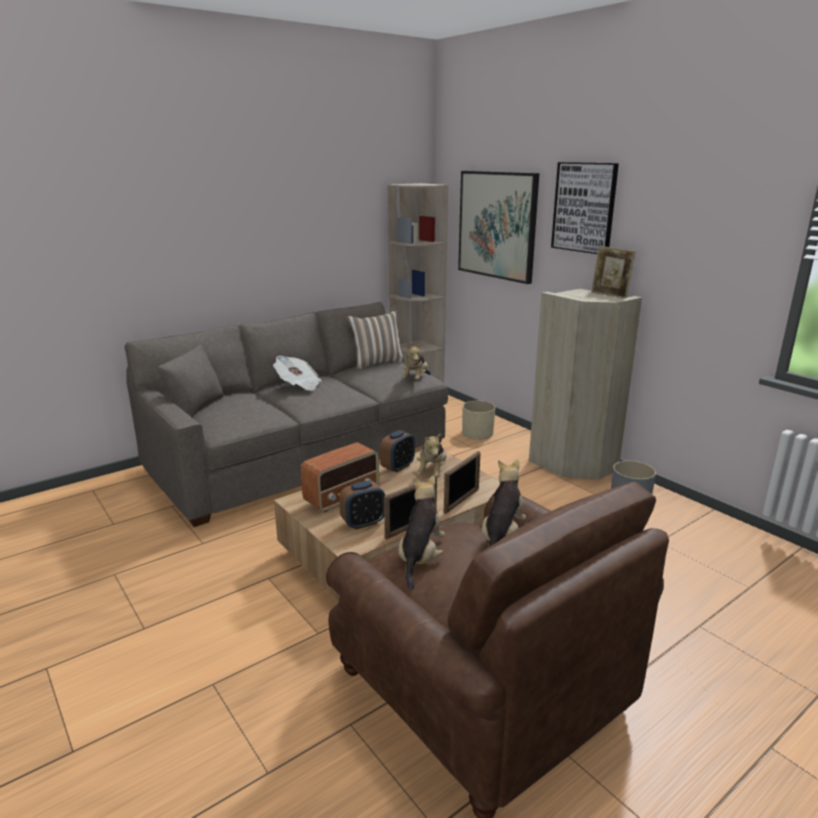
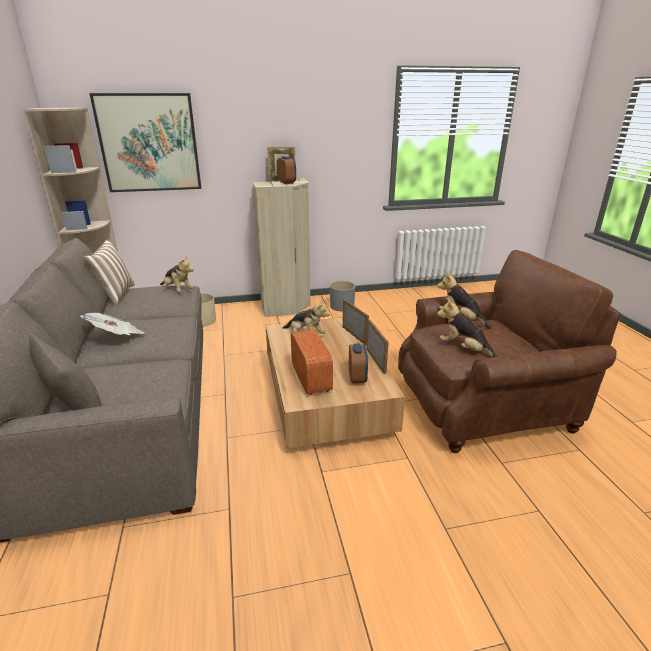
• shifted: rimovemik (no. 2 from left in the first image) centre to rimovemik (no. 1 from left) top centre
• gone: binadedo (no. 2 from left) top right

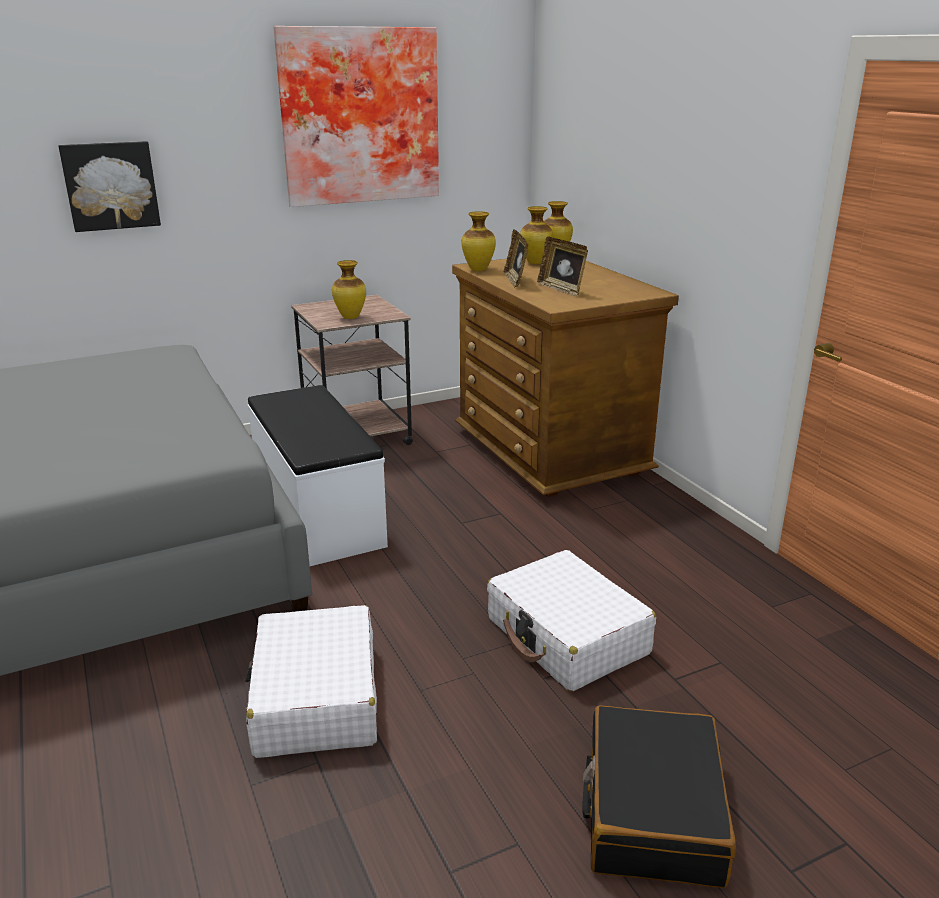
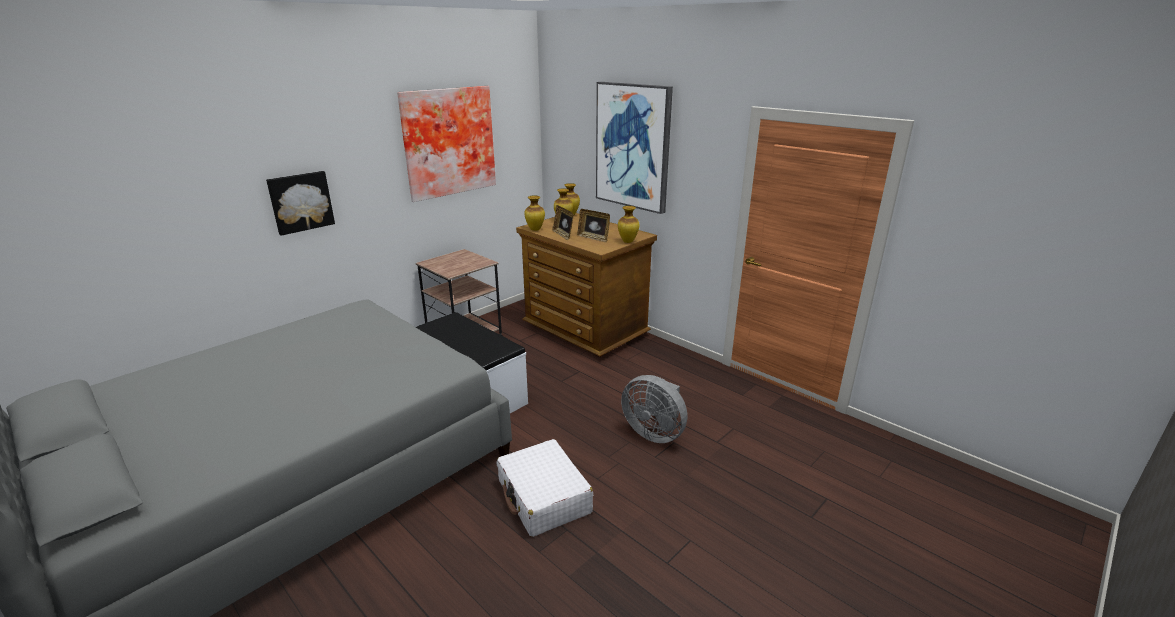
• shifted: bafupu (no. 1 from left in the first image) top centre to bafupu (no. 4 from left) centre
• swapped: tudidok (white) (no. 2 from left) bottom centre to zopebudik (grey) centre
• gone: tudidok (black) bottom right
• new: binadedo (no. 3 from left) top centre

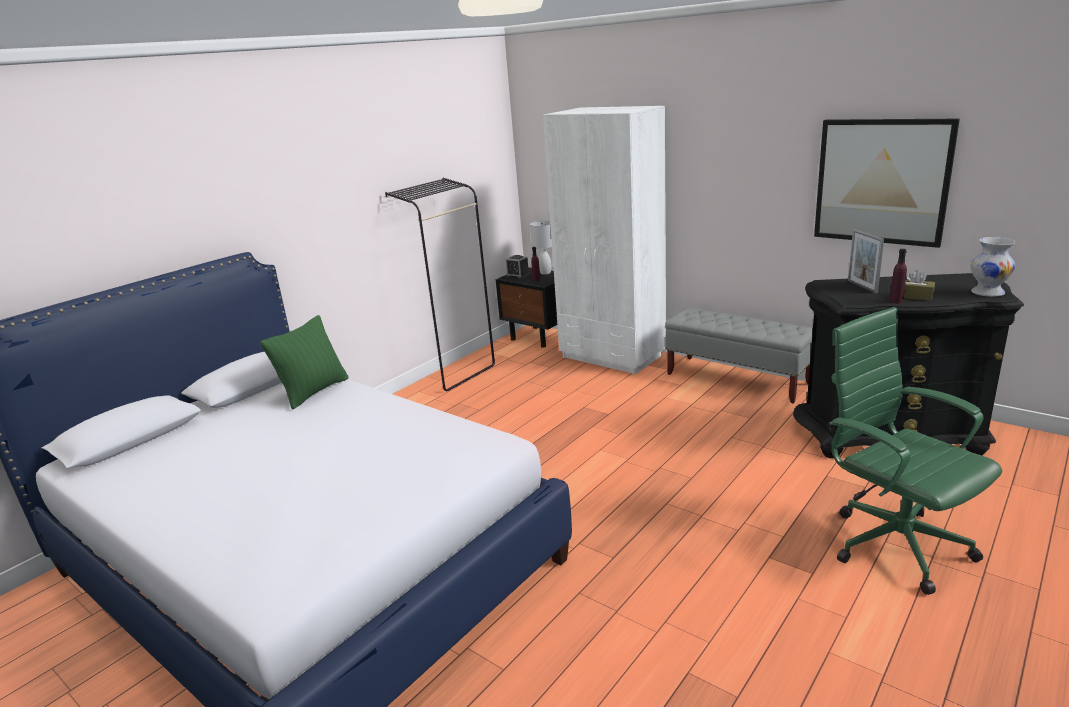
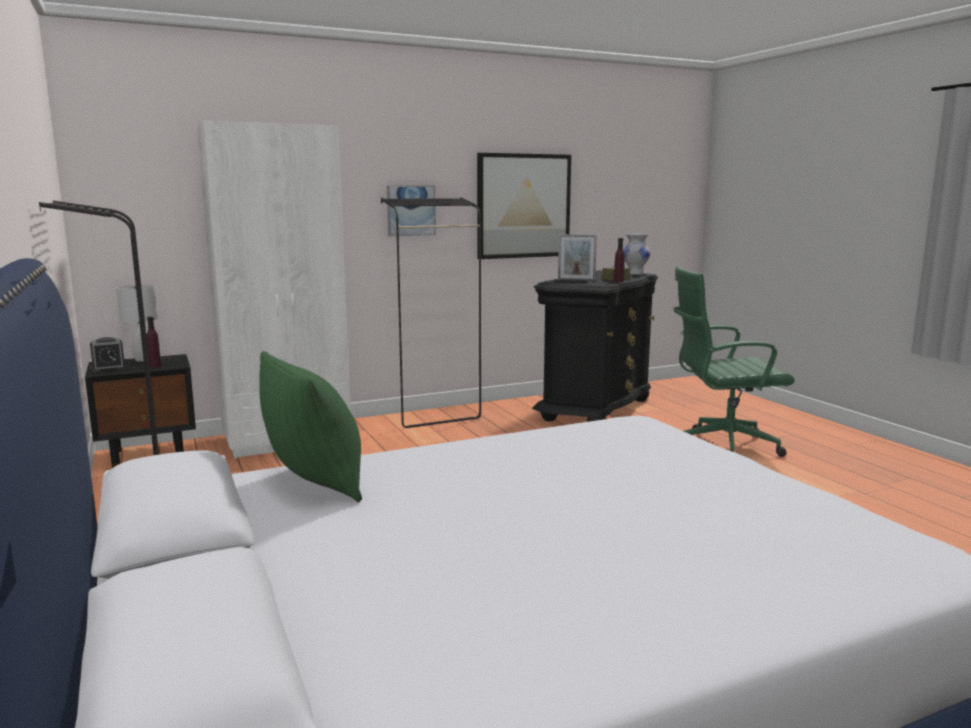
• swapped: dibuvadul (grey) middle right to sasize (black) (no. 2 from left) centre
• new: binadedo (no. 1 from left) top centre

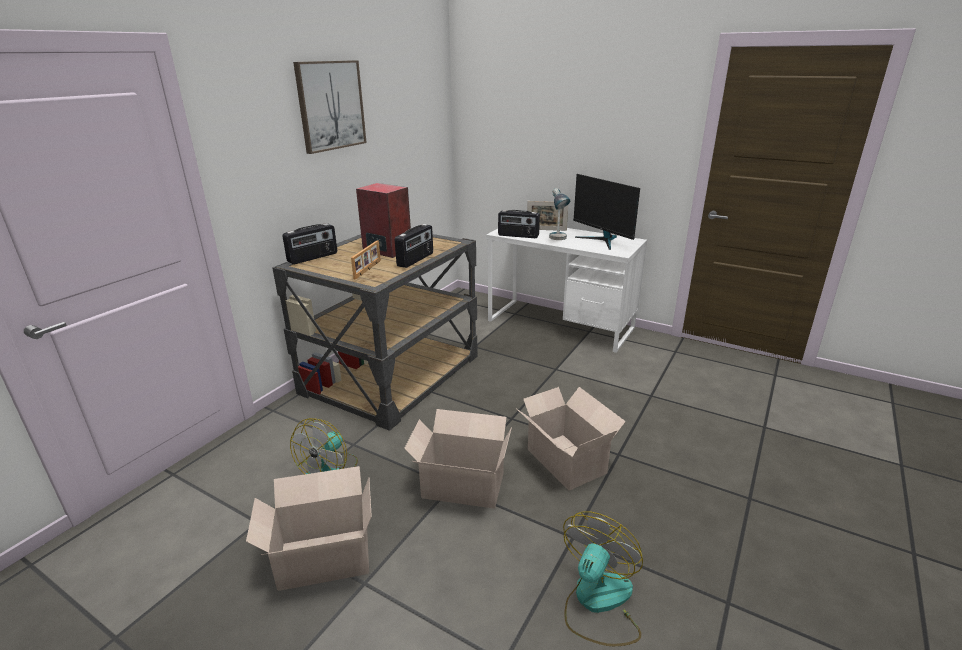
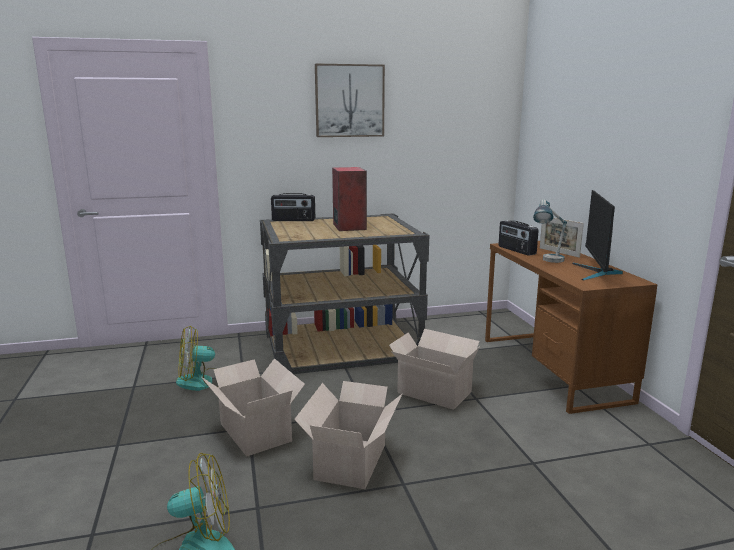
• shifted: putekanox (no. 1 from left in the first image) bottom left to putekanox (no. 3 from left) bottom centre
• gone: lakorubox (no. 1 from left) centre
• gone: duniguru (no. 2 from left) centre
• repainted: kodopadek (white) centre to kodopadek (brown) middle right

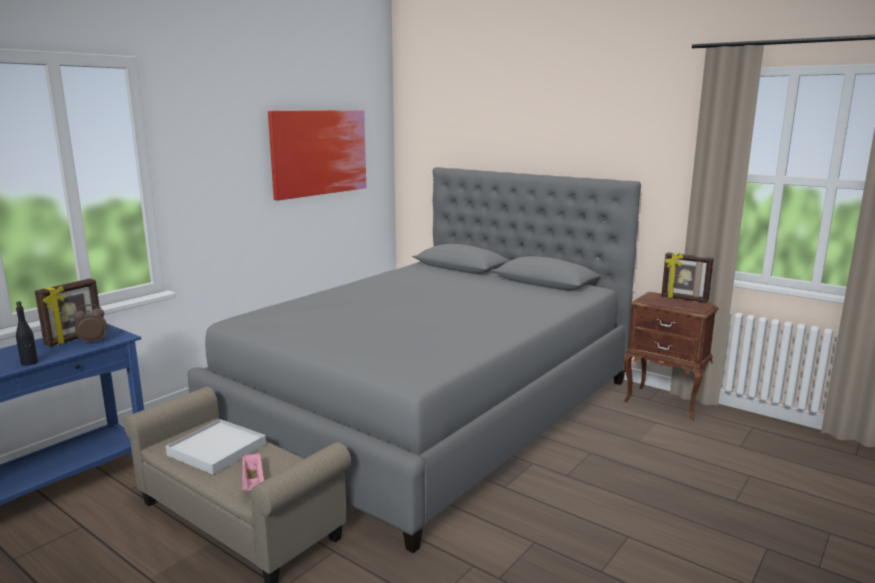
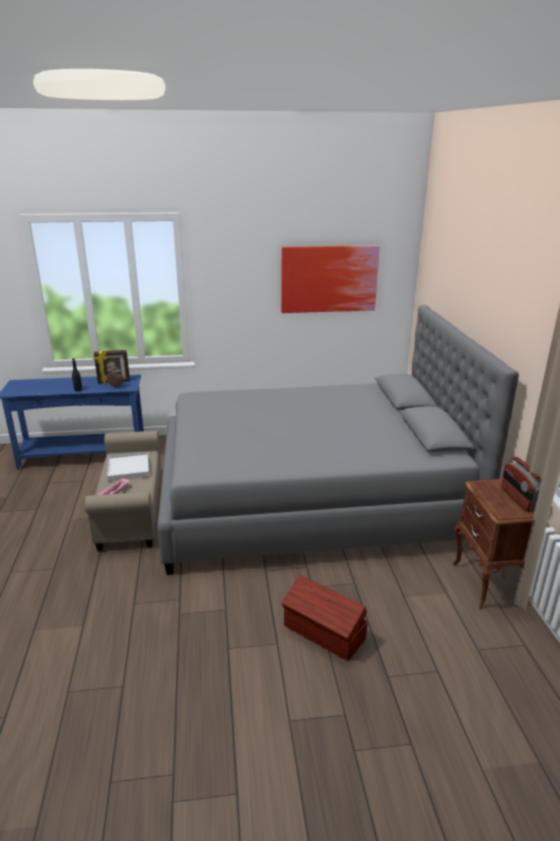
• swapped: lakorubox (no. 2 from left) middle right to duniguru middle right
• new: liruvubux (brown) bottom centre

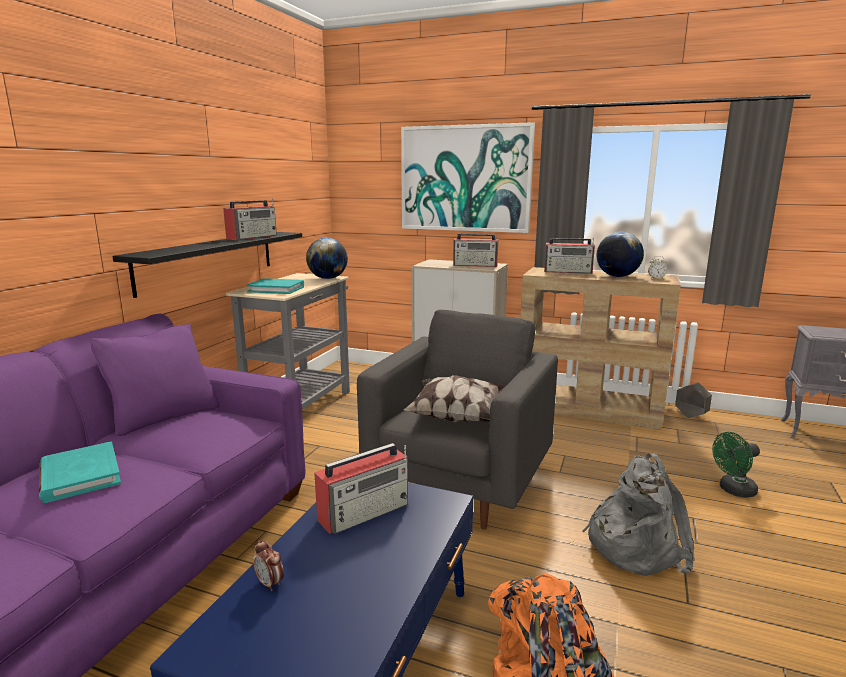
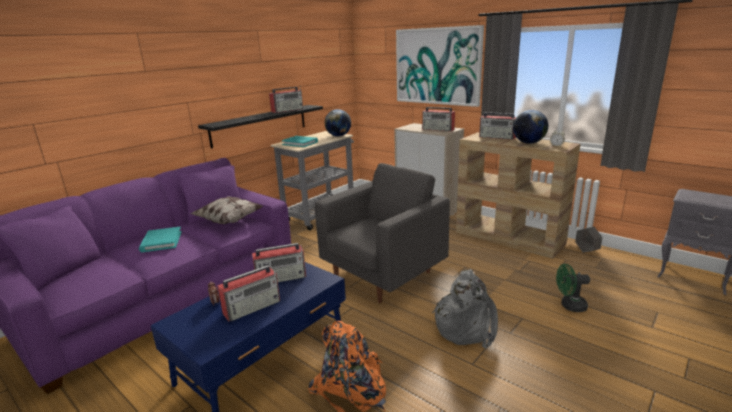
• shifted: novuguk centre to middle left
• new: duniguru (no. 1 from left) bottom centre

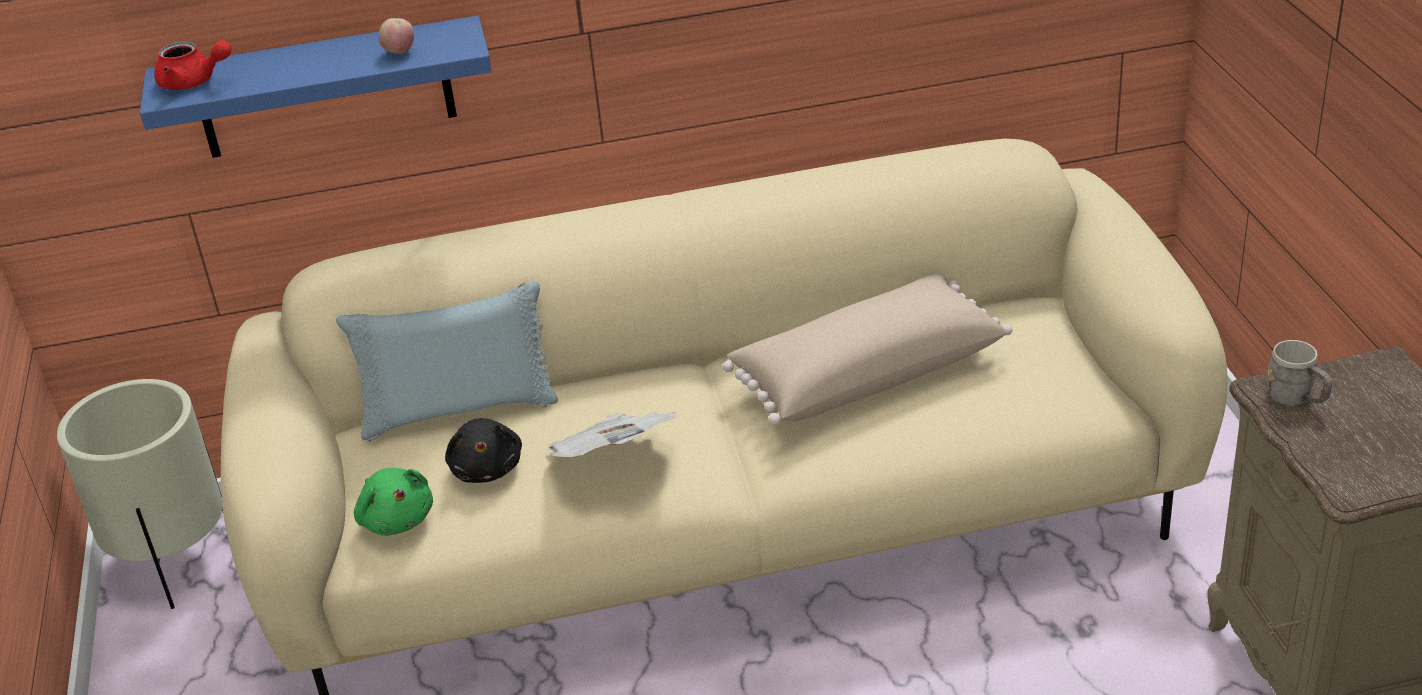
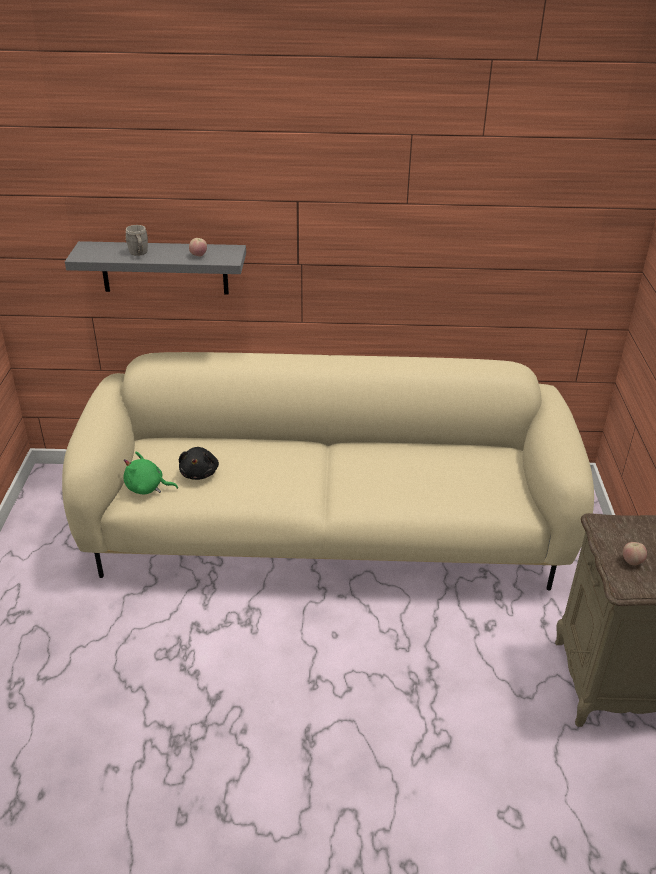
• gone: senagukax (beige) bottom left
• repainted: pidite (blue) top left to pidite (grey) top left
• gone: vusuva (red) top left
• gone: novuguk (blue) middle left
• rotated: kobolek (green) bottom left = middle left 120 degrees clockwise
• gone: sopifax centre
• gone: novuguk (beige) centre
• shifted: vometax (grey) middle right to top left
• new: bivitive (no. 2 from left) middle right

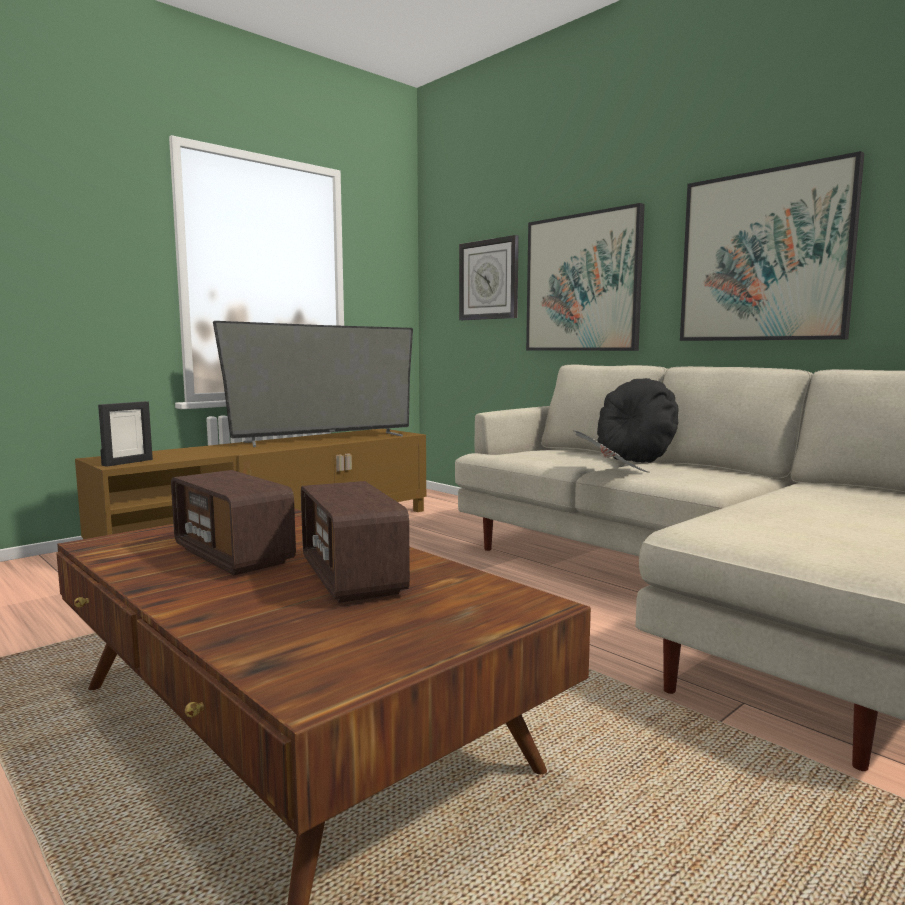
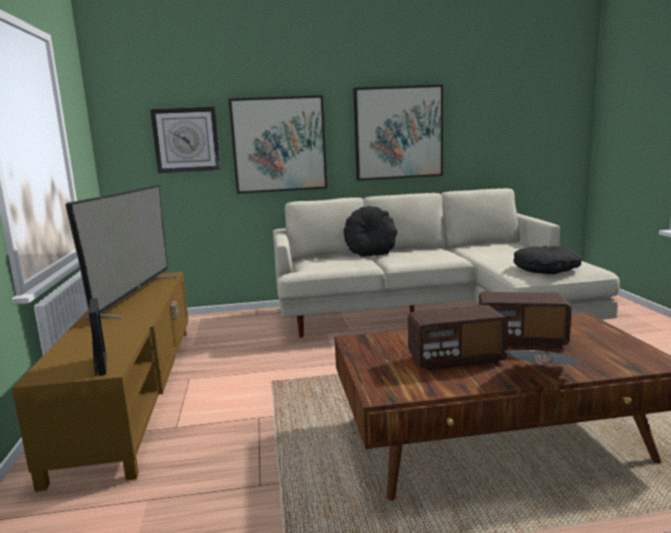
• shifted: sopifax middle right to bottom right
• new: novuguk (black) (no. 2 from left) middle right

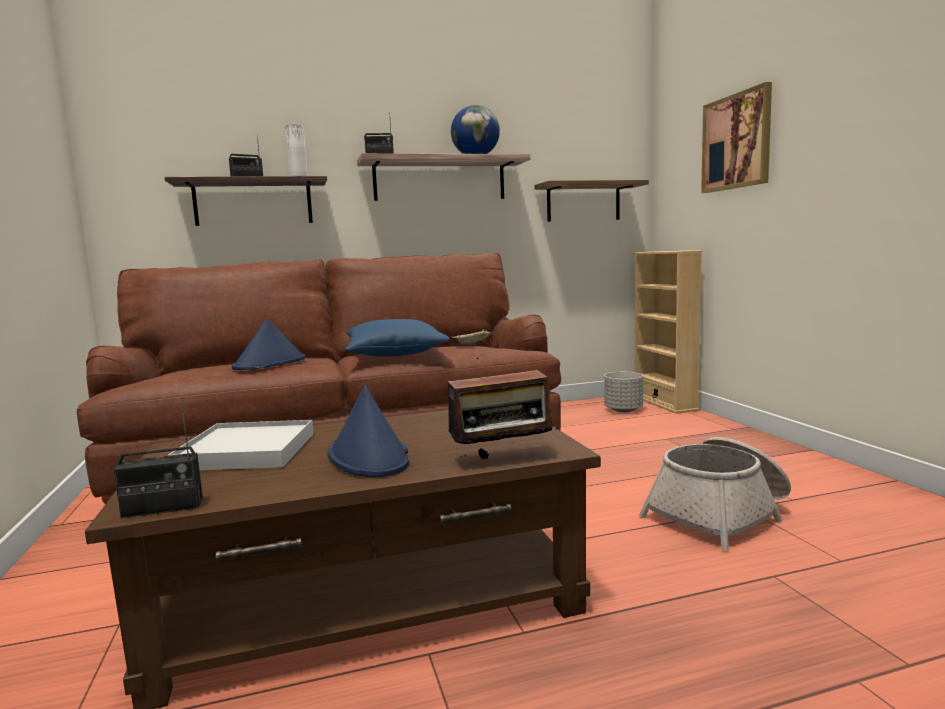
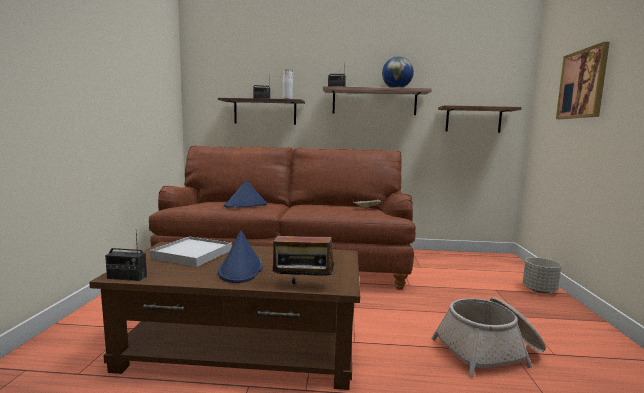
• gone: novuguk (blue) centre
• shifted: senagukax (grey) centre to bottom right
• gone: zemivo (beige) middle right

